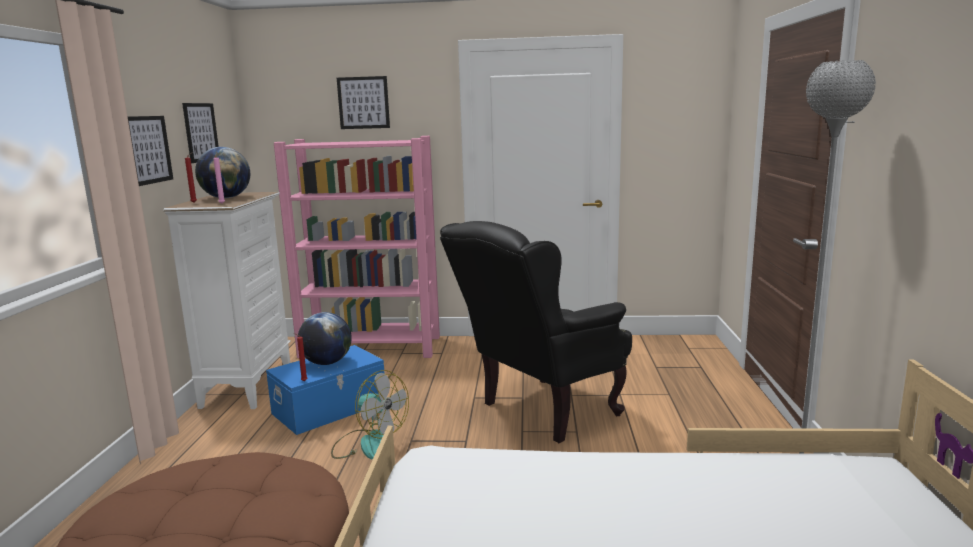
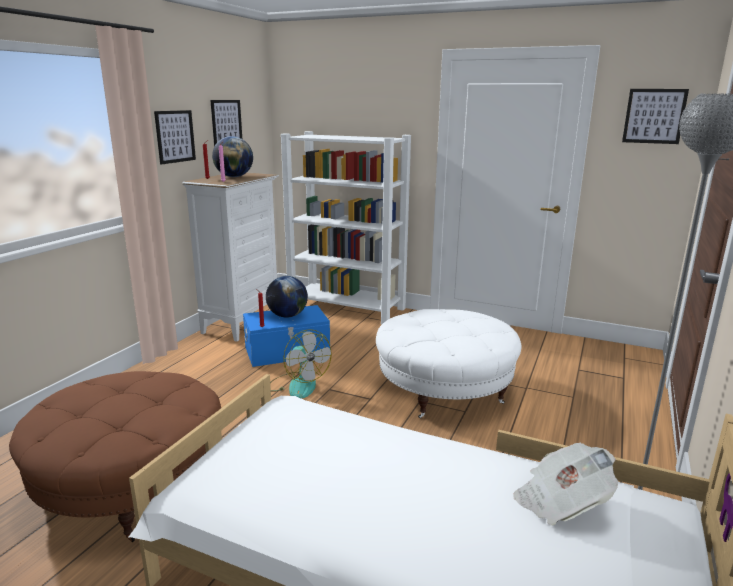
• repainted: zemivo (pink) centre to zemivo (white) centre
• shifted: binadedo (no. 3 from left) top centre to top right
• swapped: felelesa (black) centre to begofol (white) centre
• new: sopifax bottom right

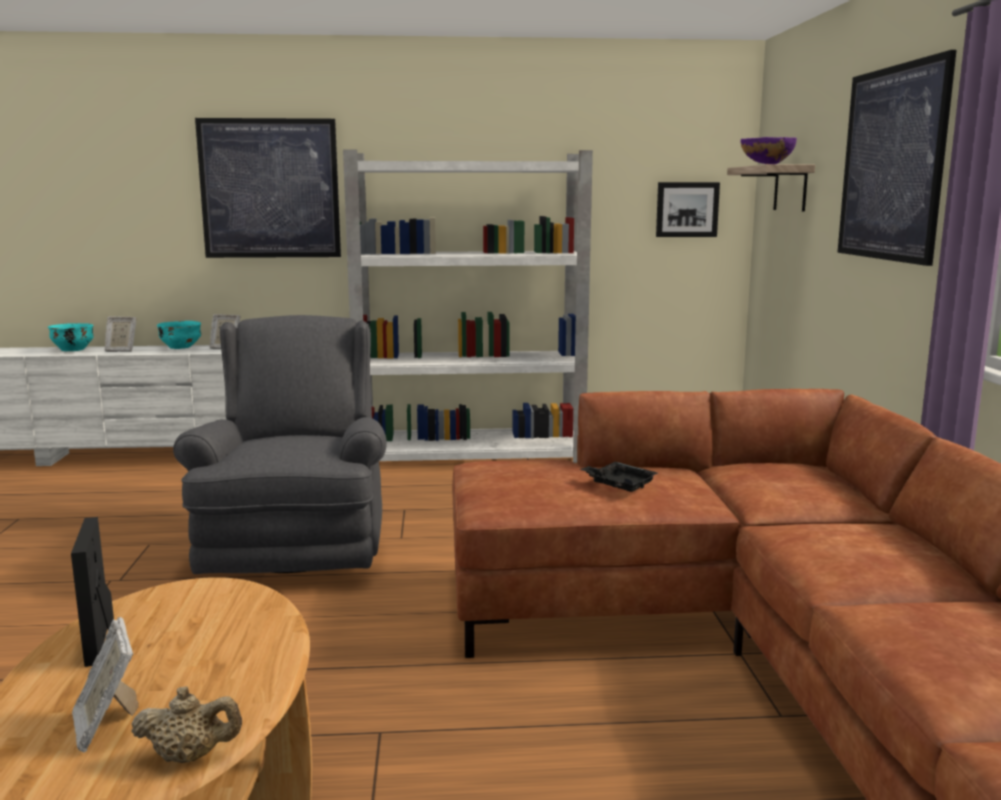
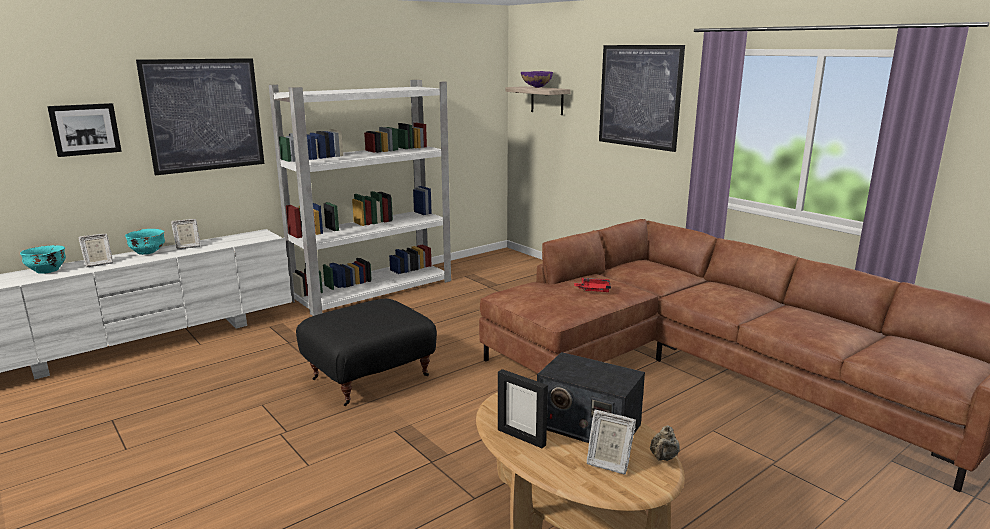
• rotated: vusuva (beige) bottom left = bottom right 150 degrees clockwise
• swapped: felelesa (grey) middle left to begofol (black) centre
• repainted: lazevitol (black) centre to lazevitol (red) centre
• shifted: binadedo (no. 2 from left in the first image) top right to binadedo (no. 1 from left) top left
• new: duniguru bottom centre

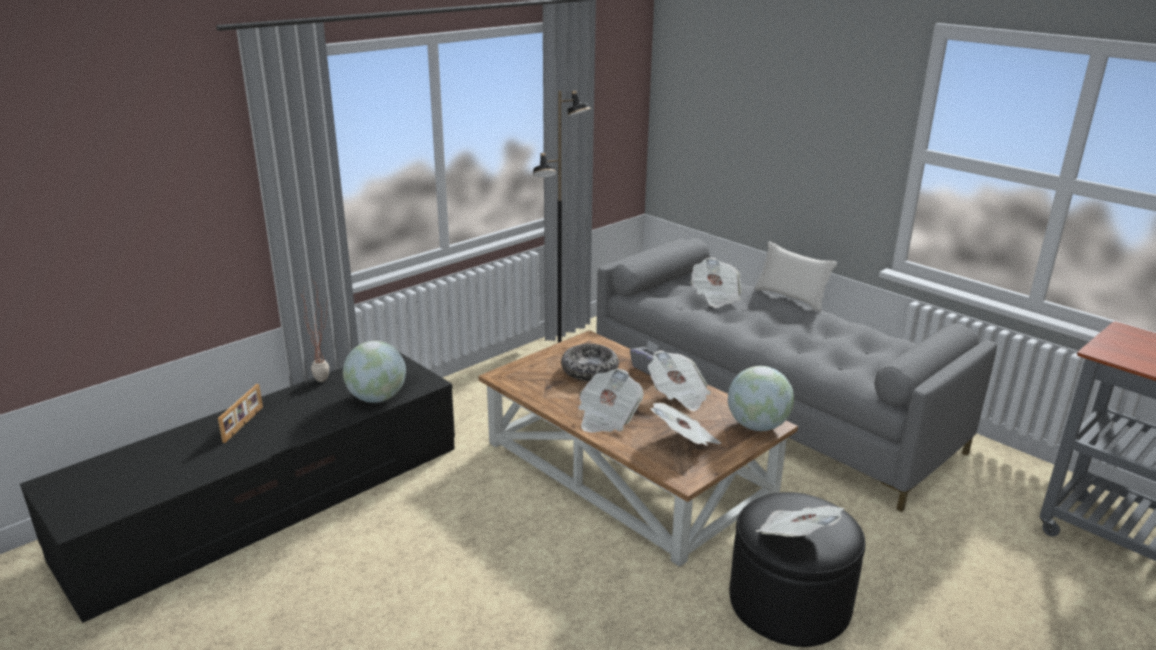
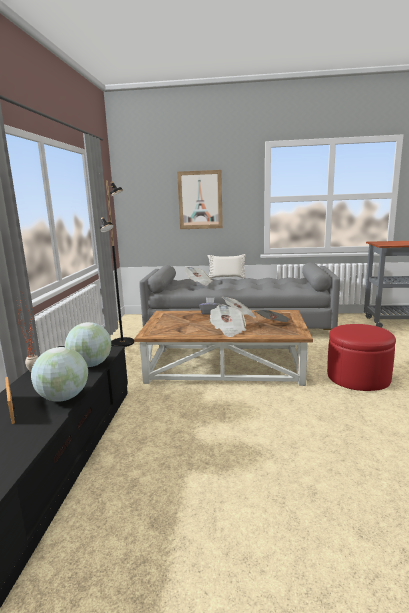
• gone: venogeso centre
• shifted: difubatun (no. 2 from left in the first image) centre to difubatun (no. 1 from left) middle left
• repainted: begofol (black) bottom right to begofol (red) middle right
• gone: sopifax (no. 5 from left) bottom right
• new: binadedo top centre

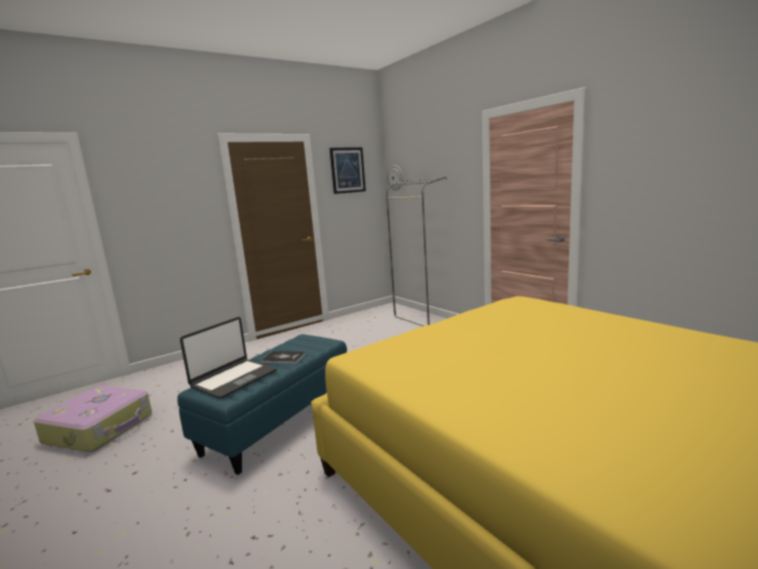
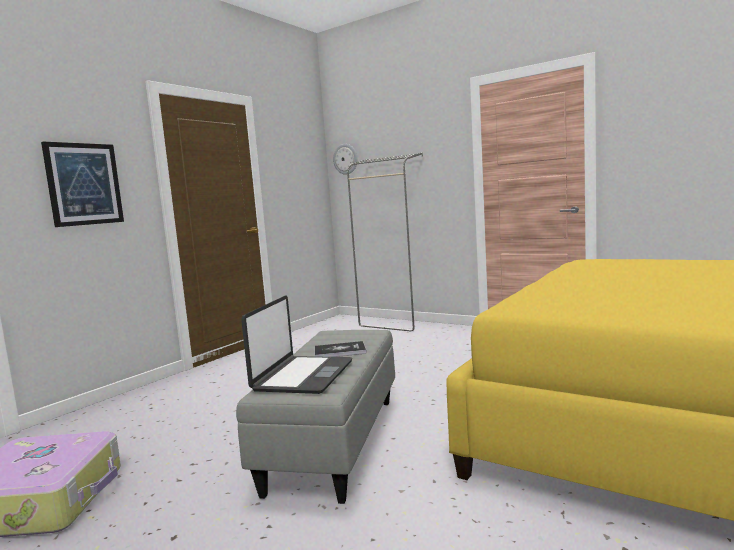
• repainted: begofol (blue) bottom centre to begofol (grey) bottom centre
• shifted: binadedo top centre to middle left

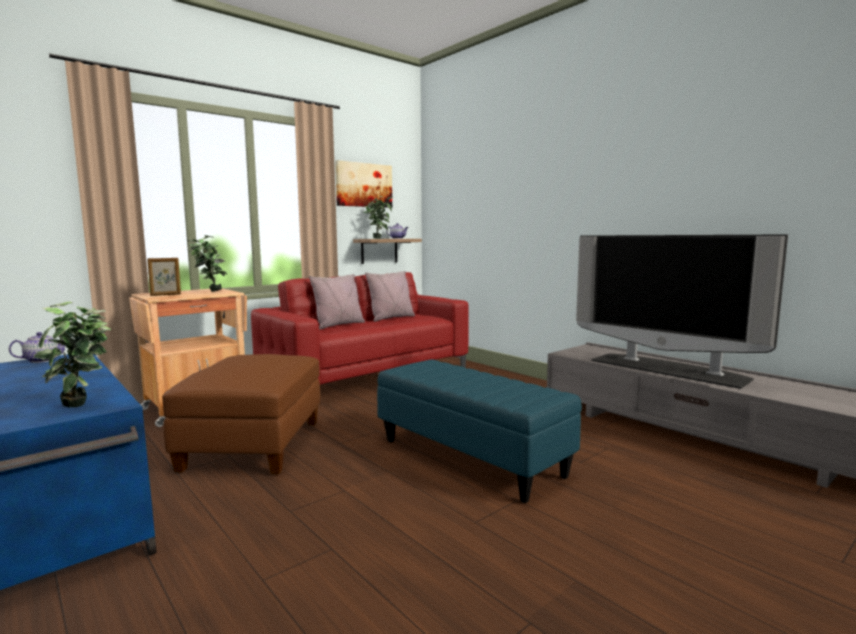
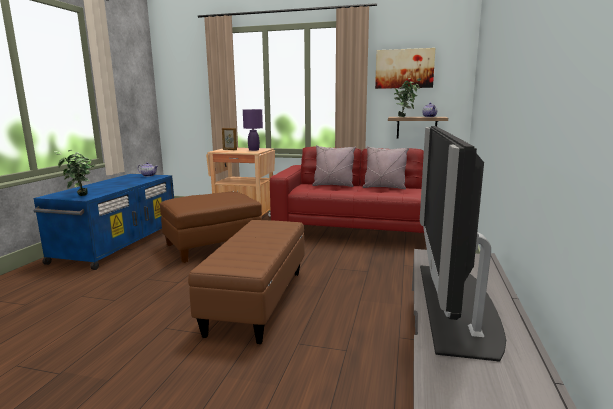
• swapped: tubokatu (no. 2 from left) middle left to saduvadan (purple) top centre
• repainted: begofol (blue) bottom centre to begofol (brown) (no. 2 from left) bottom centre

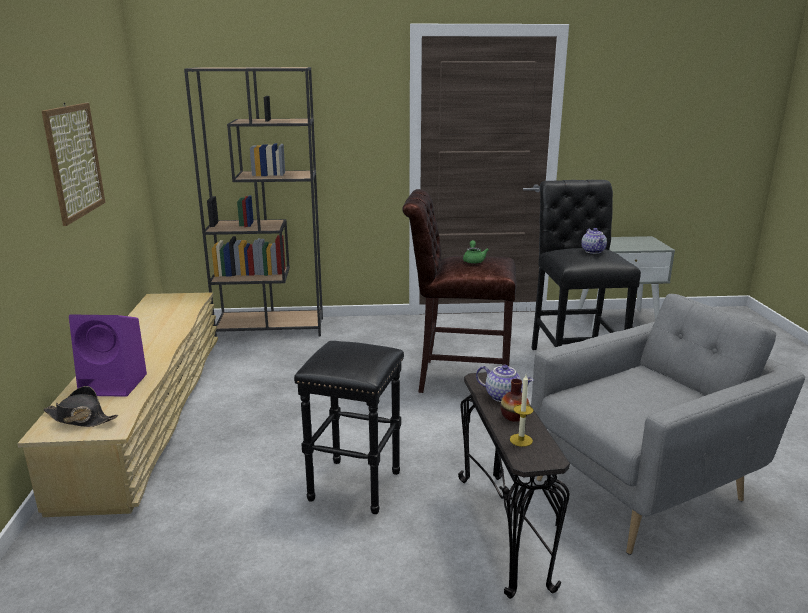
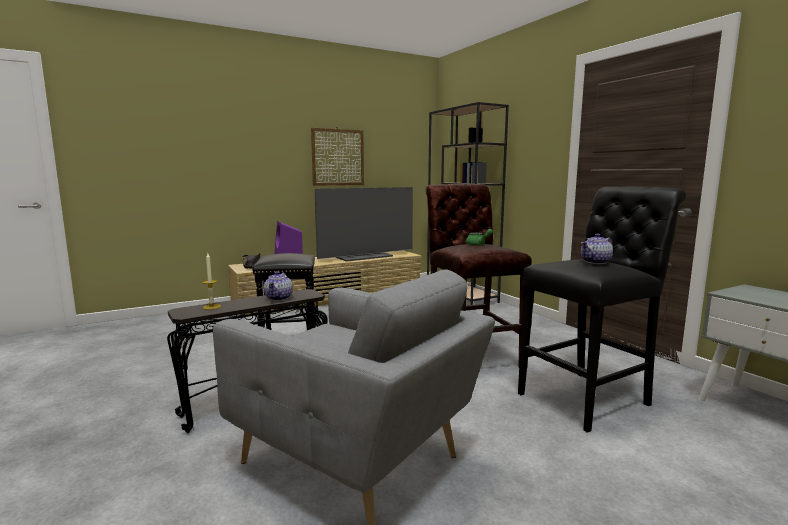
• gone: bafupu centre
• new: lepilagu centre

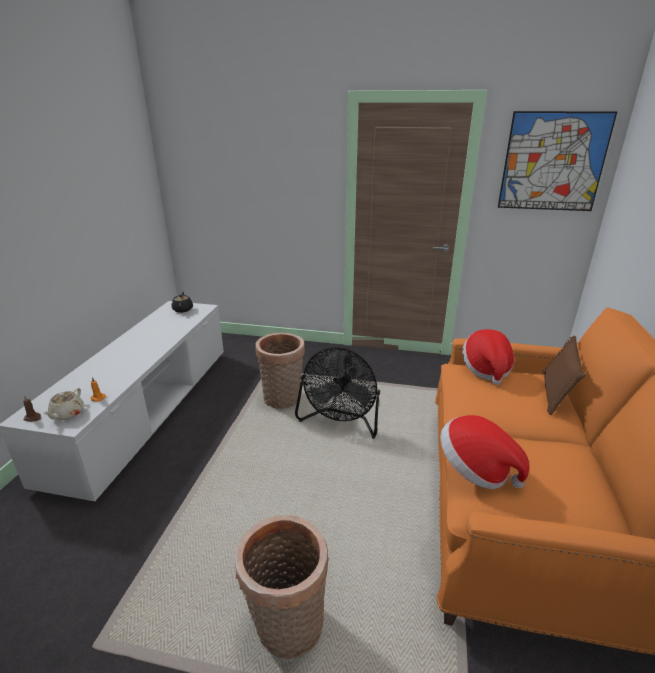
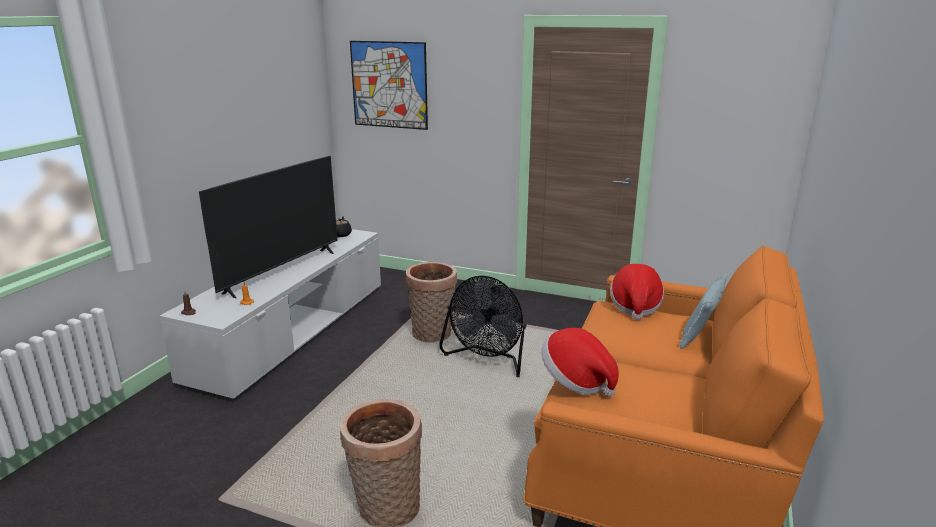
• gone: vusuva (beige) middle left
• shifted: binadedo top right to top centre
• repainted: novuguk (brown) middle right to novuguk (blue) middle right
• new: lepilagu middle left

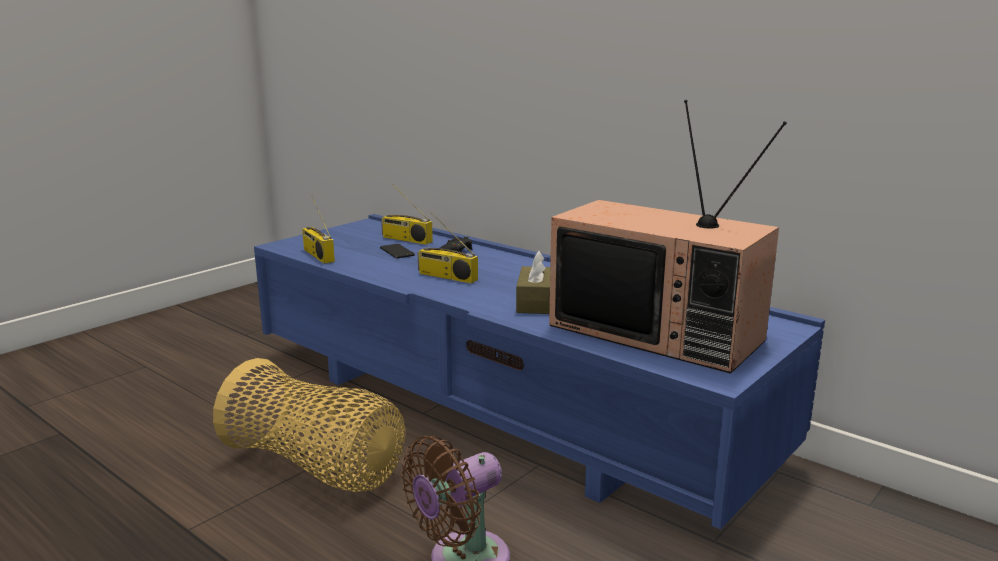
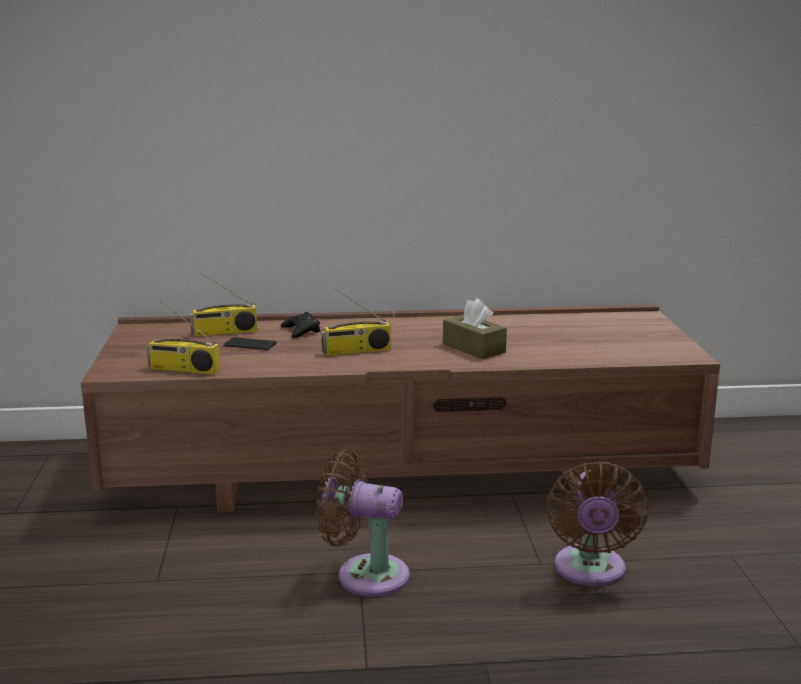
• swapped: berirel bottom left to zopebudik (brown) (no. 1 from left) bottom centre
• repainted: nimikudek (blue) centre to nimikudek (brown) centre
• gone: lepilagu middle right

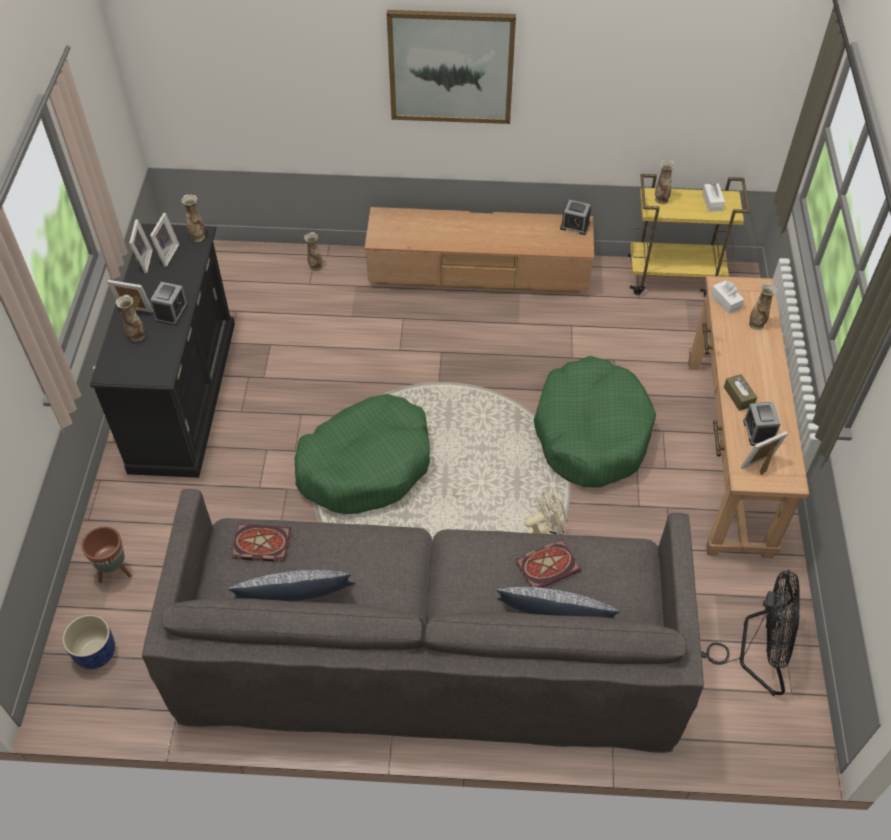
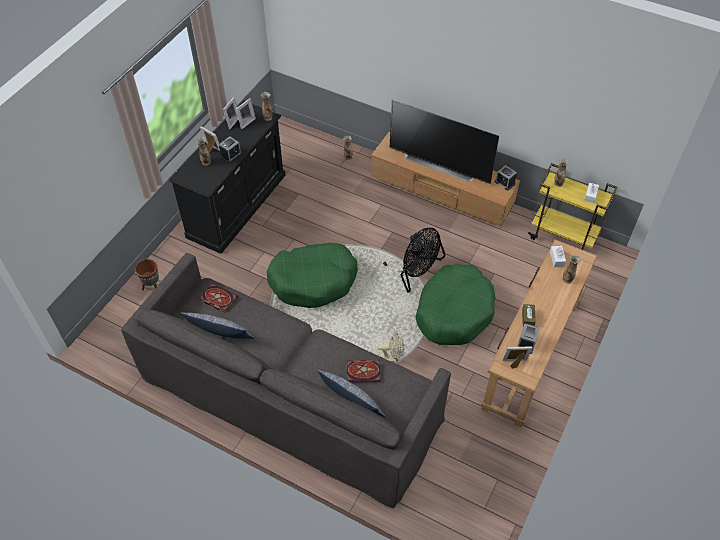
• gone: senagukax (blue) bottom left
• gone: binadedo top centre
• shifted: zopebudik (black) bottom right to centre
• new: lepilagu top centre

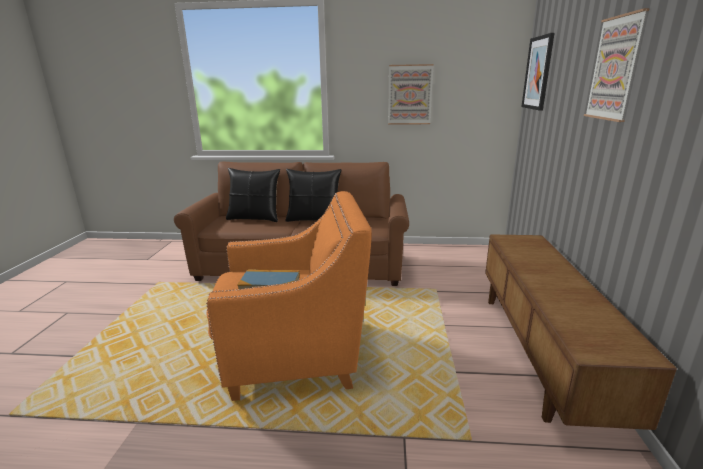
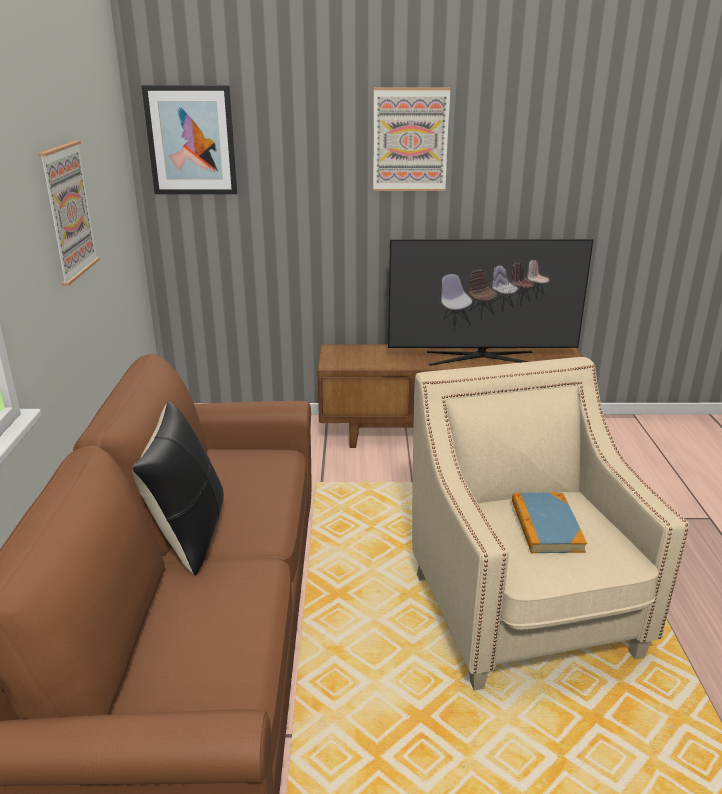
• repainted: felelesa (orange) centre to felelesa (beige) middle right
• gone: novuguk (black) (no. 1 from left) centre
• new: lepilagu middle right

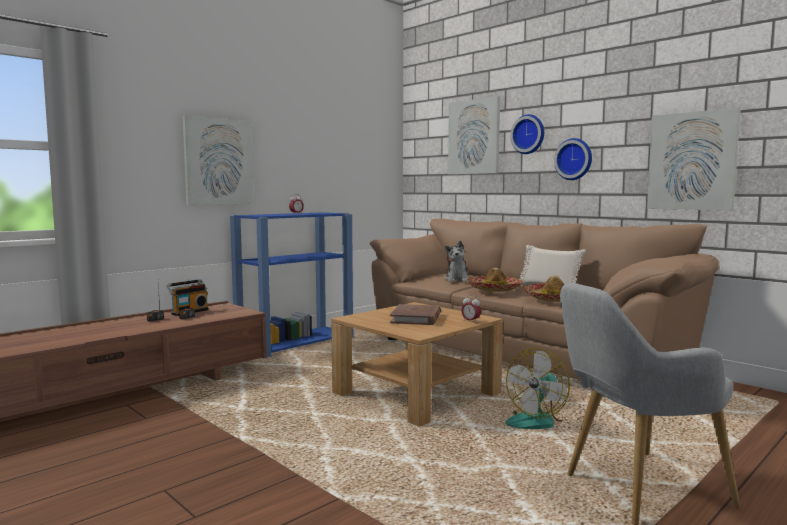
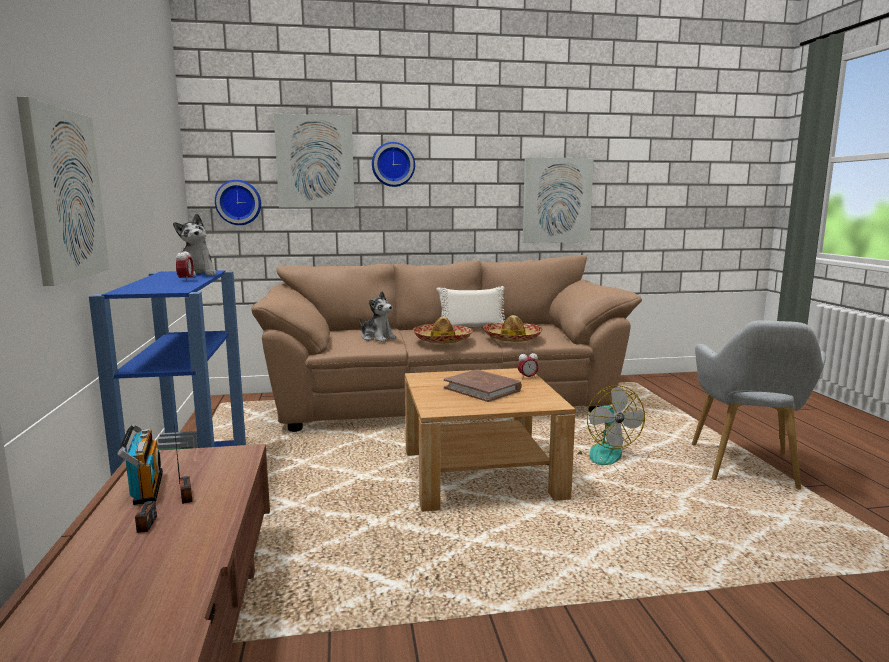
• shifted: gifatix (no. 2 from left in the first image) top right to gifatix (no. 1 from left) top left
• new: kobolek (no. 1 from left) middle left

